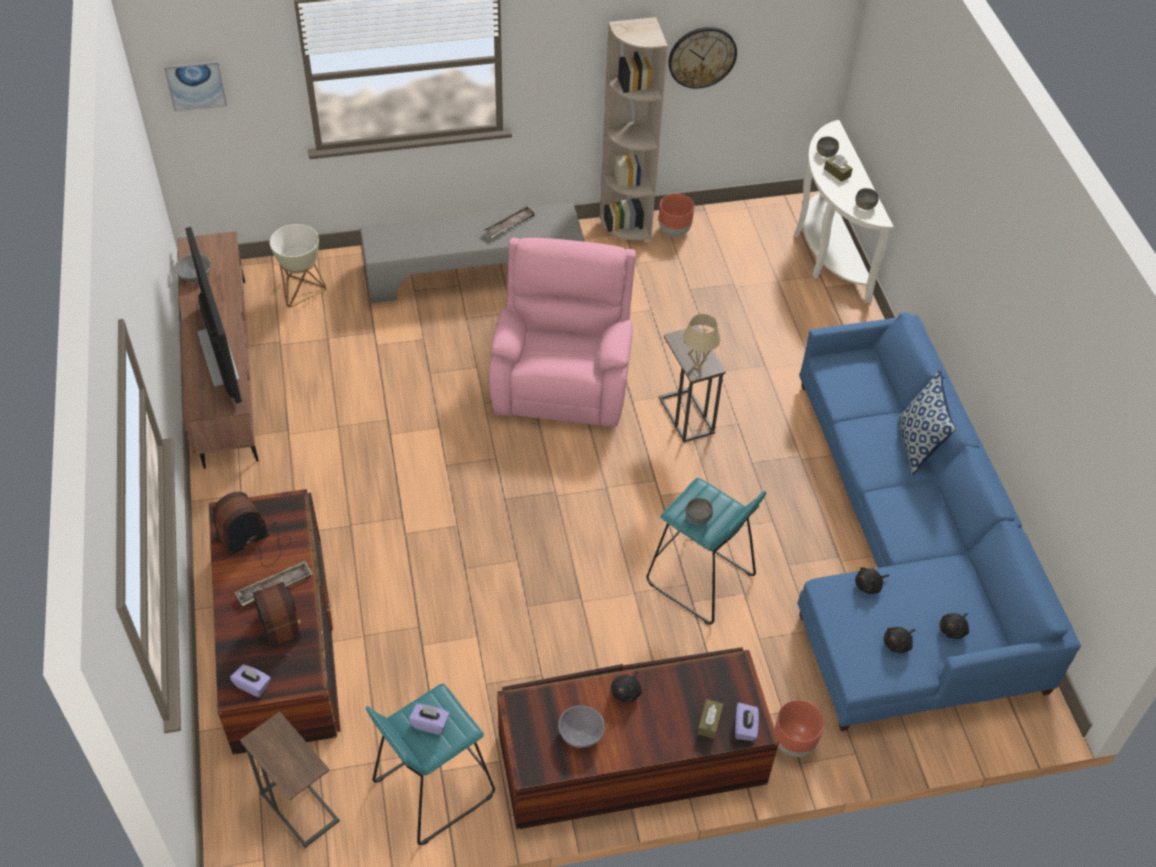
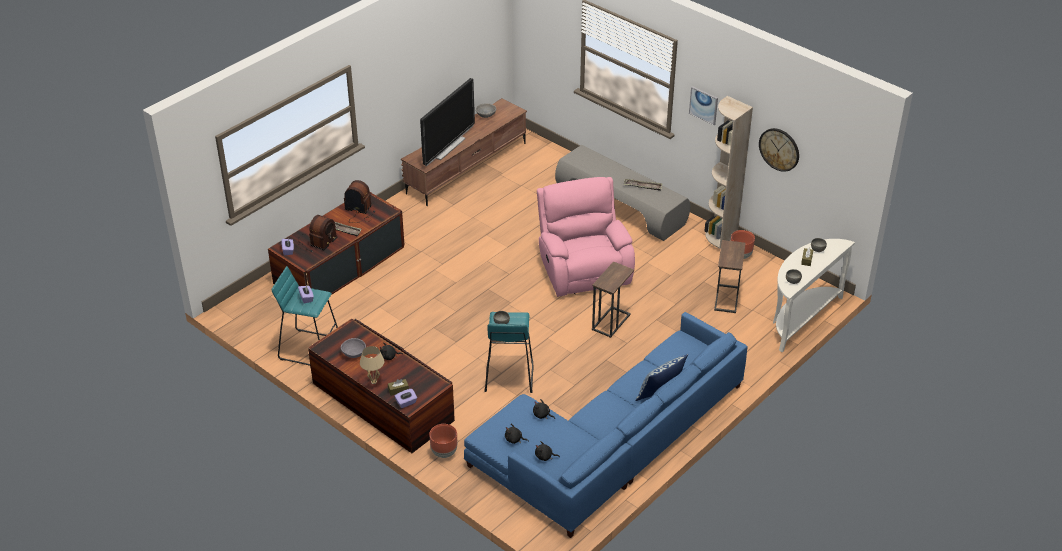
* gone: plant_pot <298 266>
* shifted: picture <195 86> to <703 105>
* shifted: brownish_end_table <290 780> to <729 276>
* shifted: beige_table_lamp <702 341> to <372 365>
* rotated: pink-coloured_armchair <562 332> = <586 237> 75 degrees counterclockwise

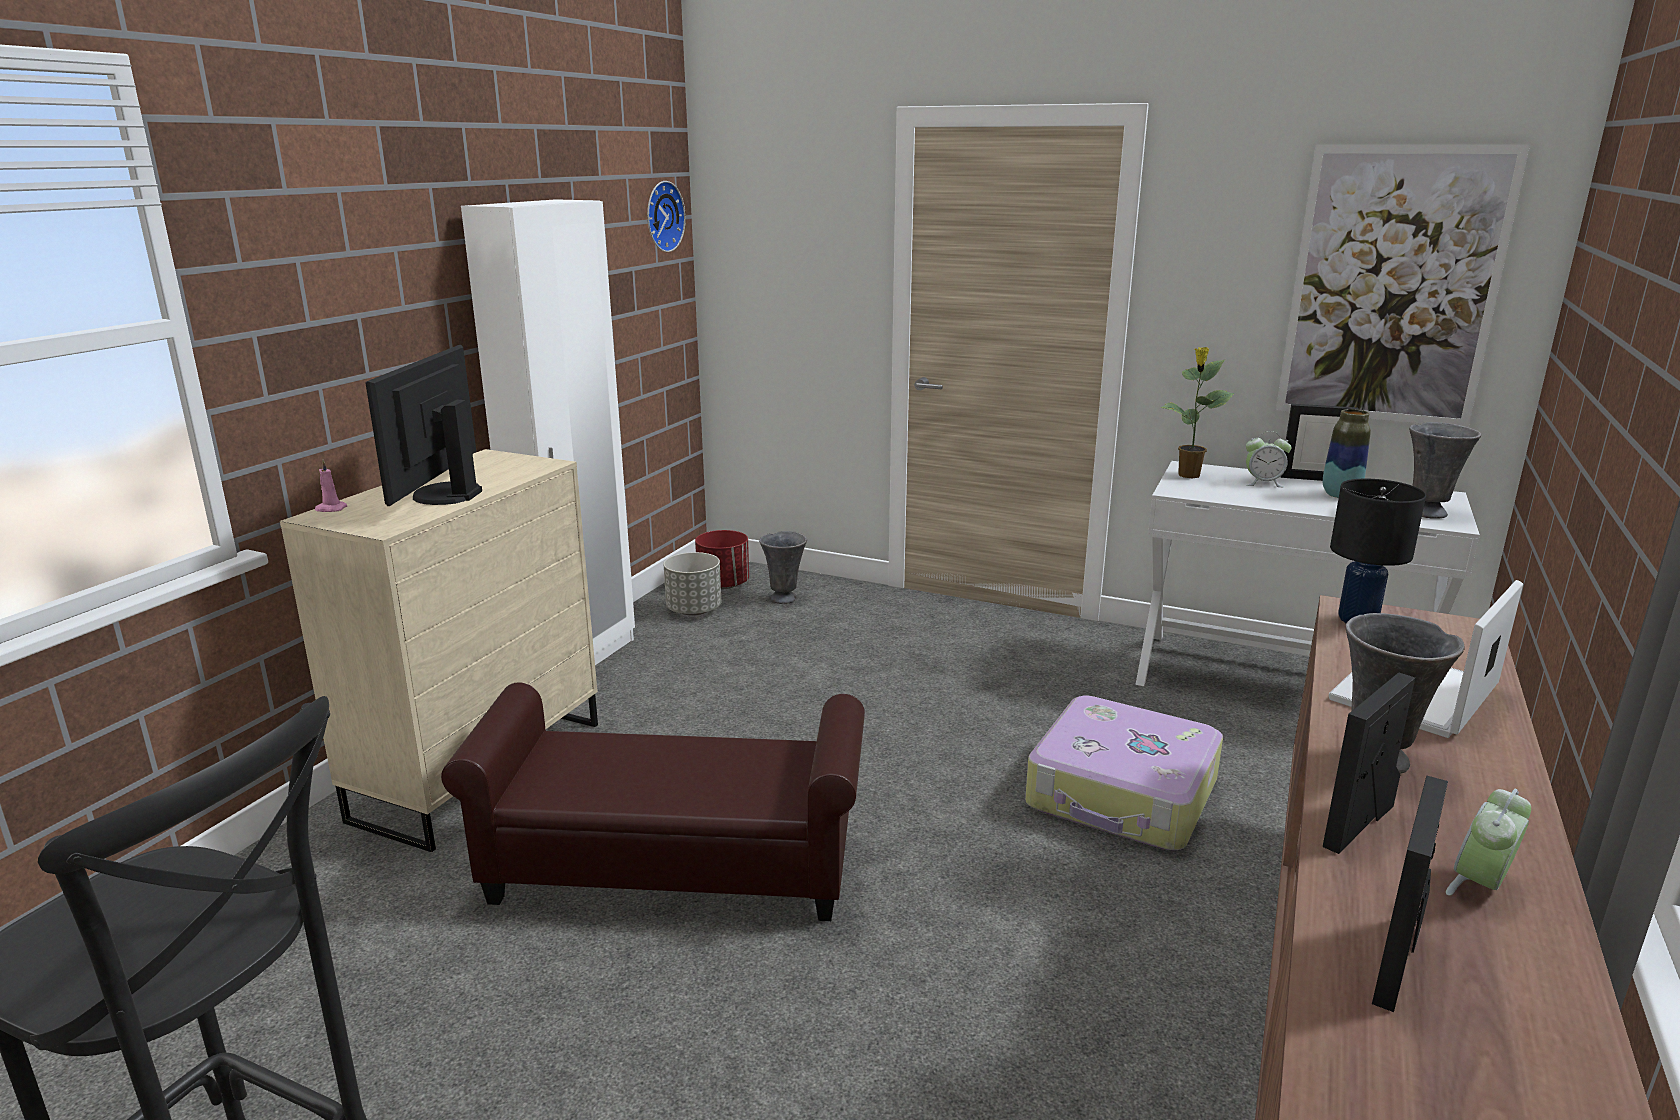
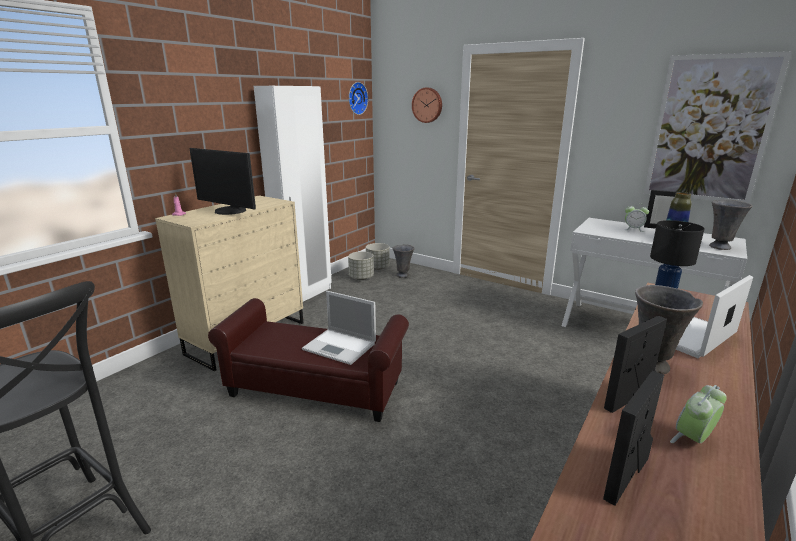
* gone: suitcase <1124 772>
* gone: houseplant <1197 412>
* new: laptop <339 328>
* new: wall_clock <427 105>
* repainted: reddish_plant_pot <722 559> to gray_plant_pot <378 256>
* rotated: computer_display <423 425> = <223 181> 75 degrees counterclockwise

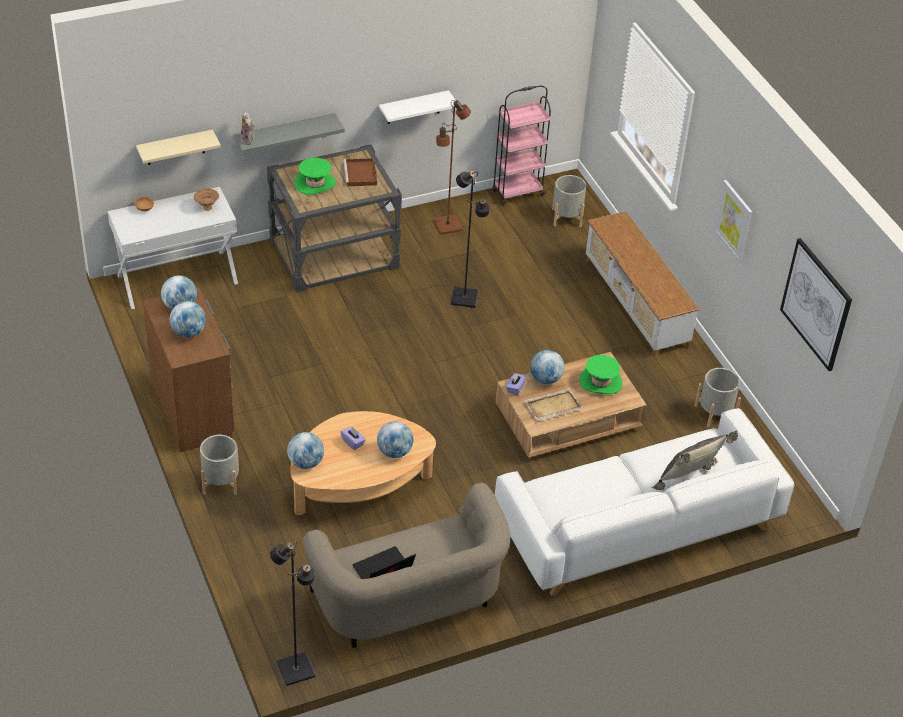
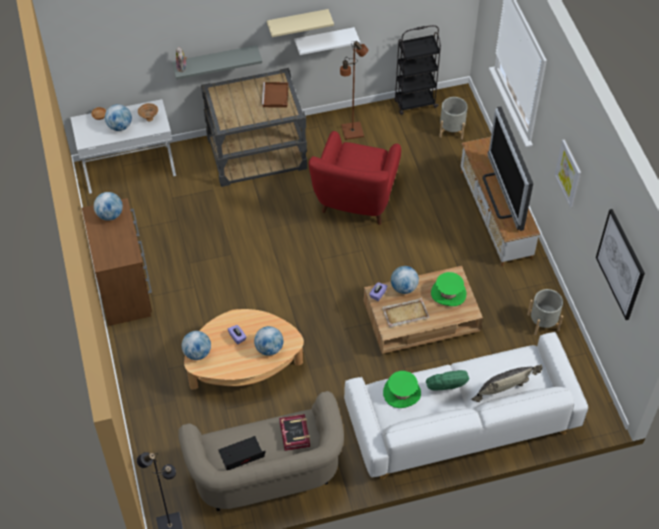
* gone: gray_plant_pot <219 465>
* new: volume <294 432>
* new: greenish_pillow <447 380>
* new: television <508 169>
* shifted: beige_shelf <178 147> to <300 23>
* shifted: globe <188 319> to <118 117>
* shifted: greenish_clothing_hat <315 176> to <402 389>
* swapped: black_floor_lamp <470 239> to reddish_armchair <355 178>
* repainted: pink-coloured_wheeled_cart <521 145> to black_wheeled_cart <417 70>

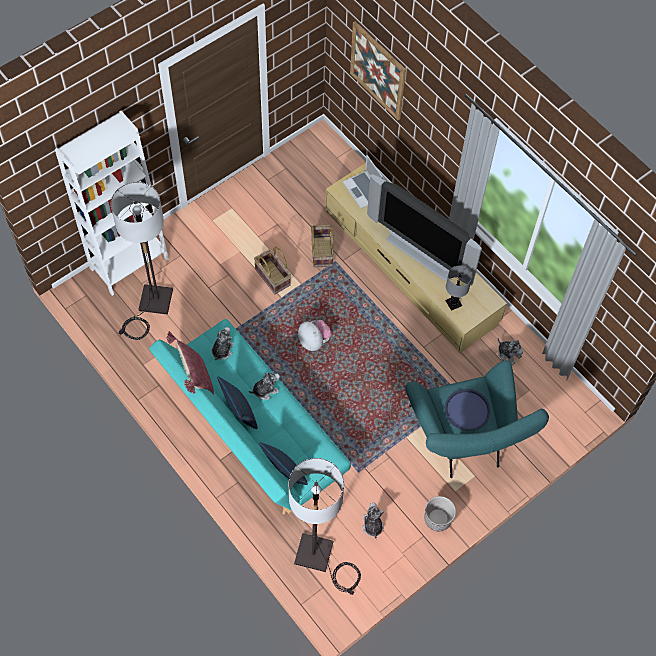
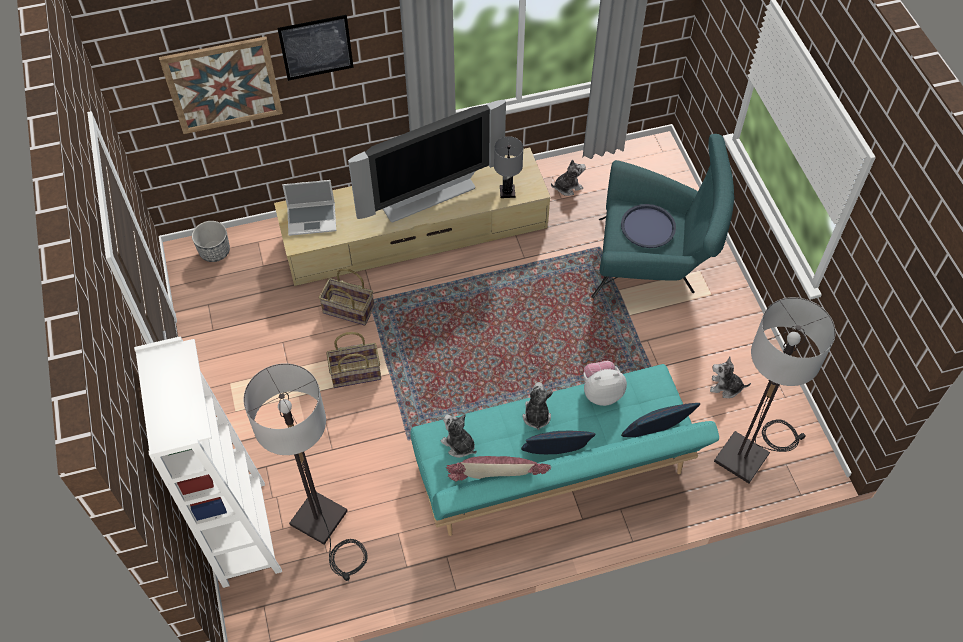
* new: picture <315 48>
* shifted: soft_toy <315 335> to <605 383>
* shifted: plant_pot <440 513> to <211 241>

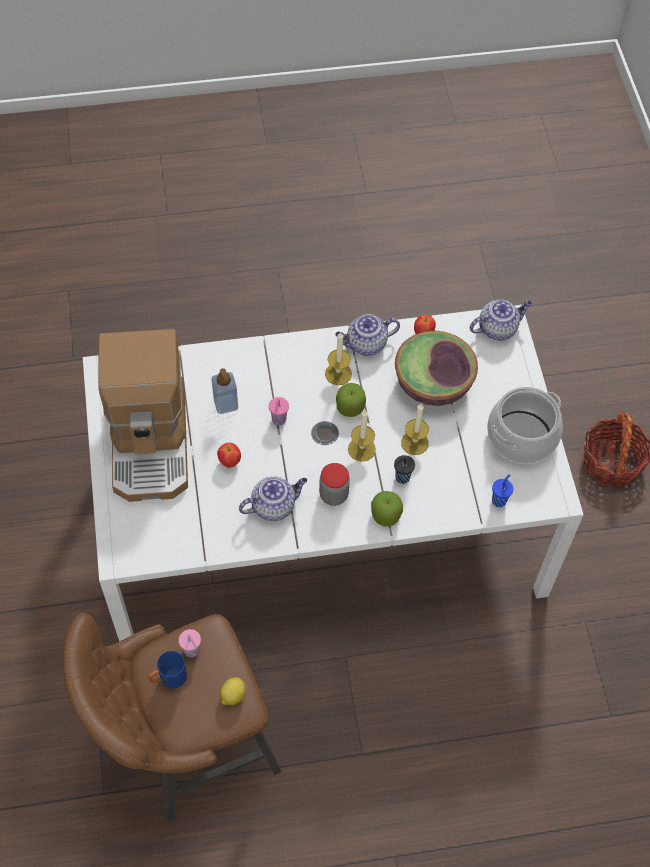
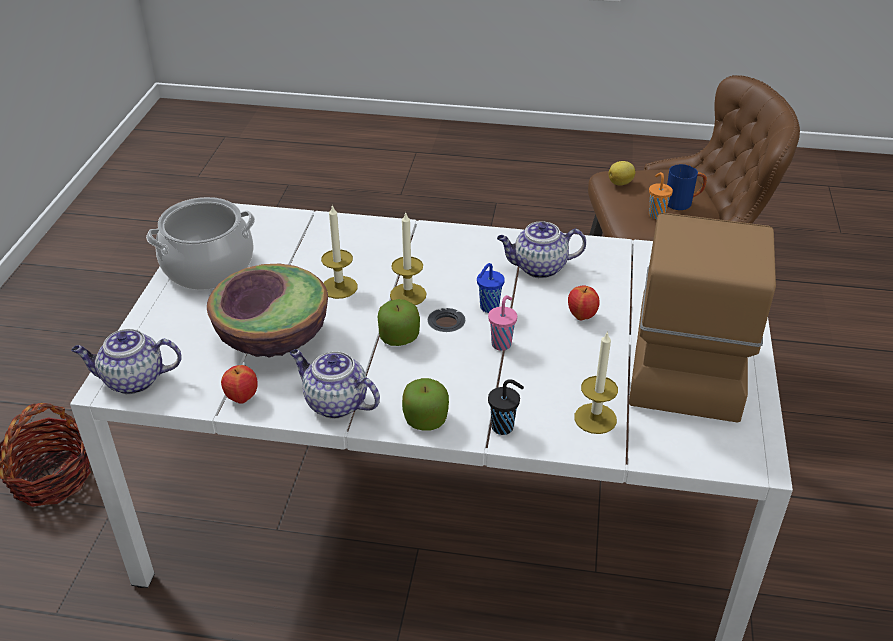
* gone: soap_dispenser <224 391>
* gone: preserve_jar <334 484>
* shifted: wax_light <338 358> to <596 382>
* shifted: apple_fruit <387 509> to <425 404>
* shifted: black_small_cup <404 469> to <506 407>
* shifted: blue_small_cup <502 491> to <491 288>
* repainted: pink-coloured_small_cup <190 643> to orange-coloured_small_cup <661 195>
* rotated: pot_for_tea <367 335> = <335 384> 150 degrees counterclockwise

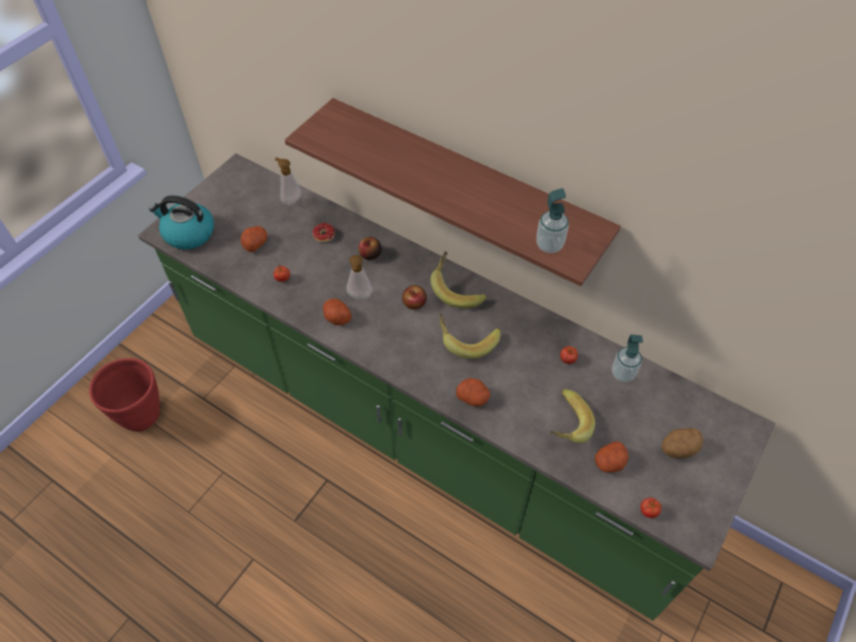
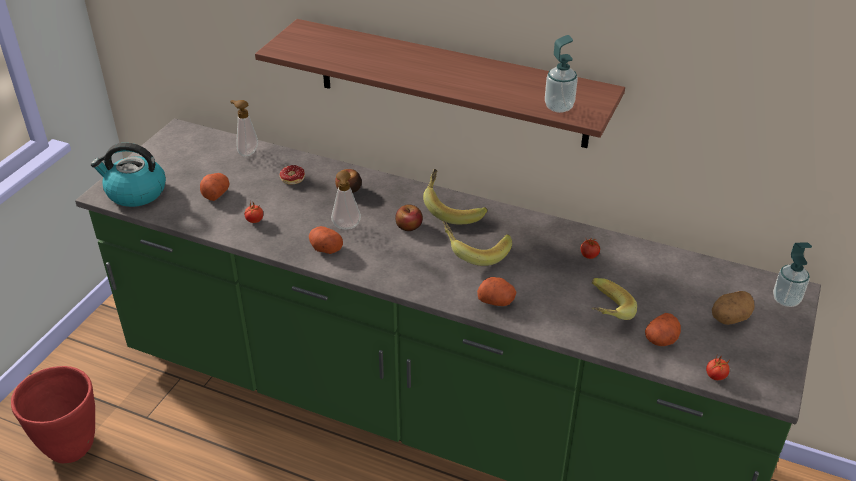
* shifted: soap_dispenser <627 358> to <792 274>

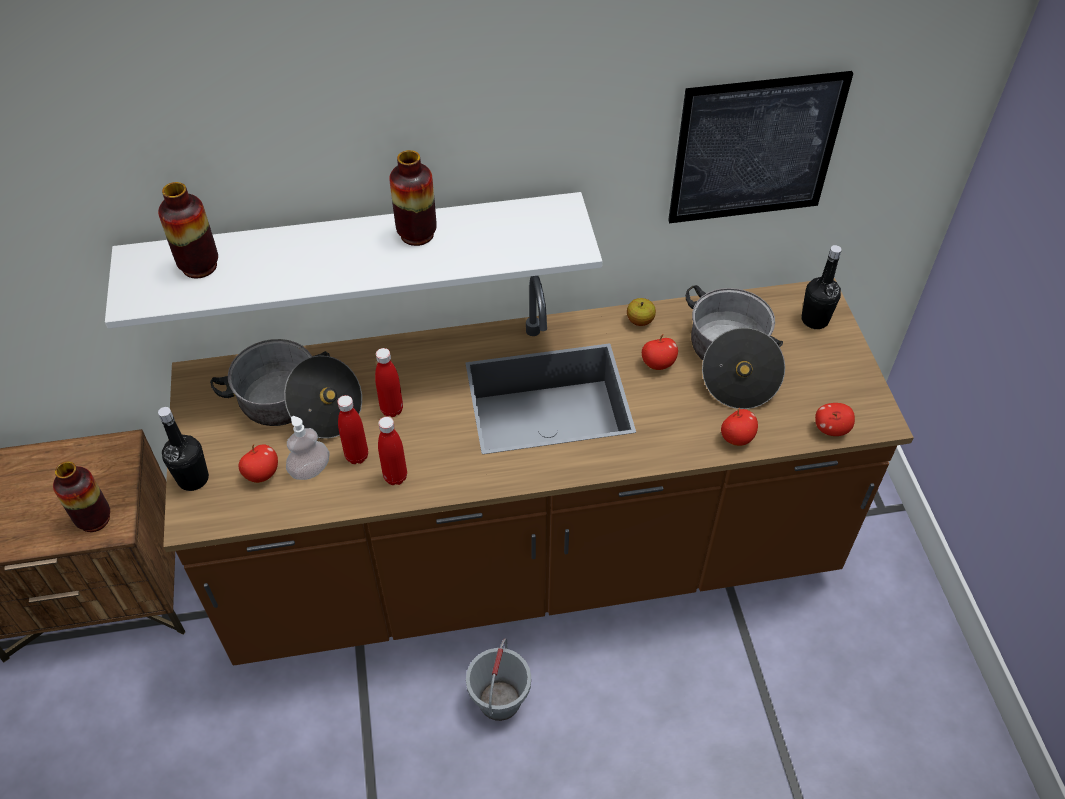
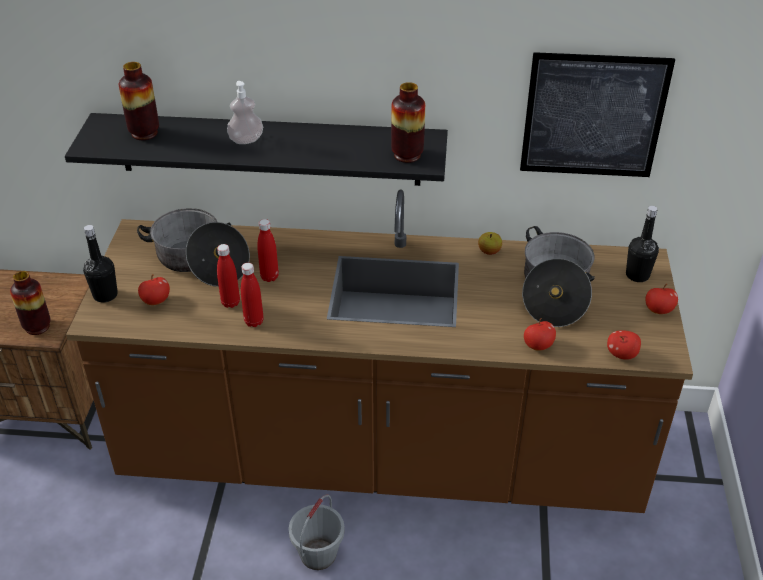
* shifted: soap_dispenser <308 448> to <245 112>
* shifted: flower_vase <413 198> to <408 122>
* shifted: apple_fruit <660 352> to <661 299>
* repainted: whitish_shelf <353 260> to black_shelf <256 149>

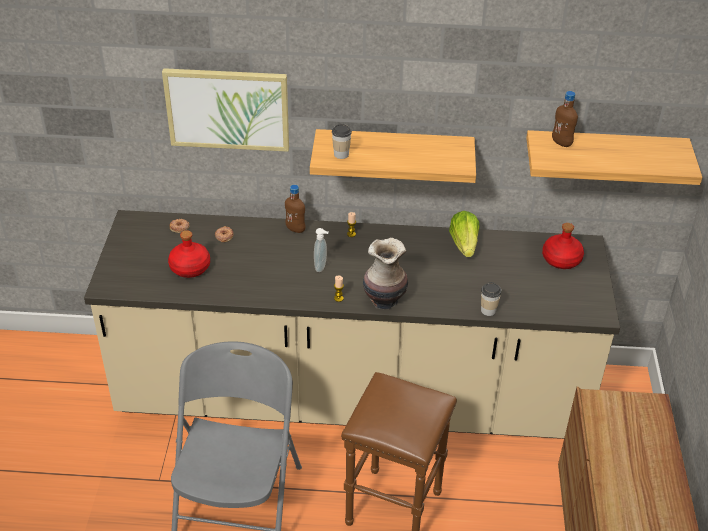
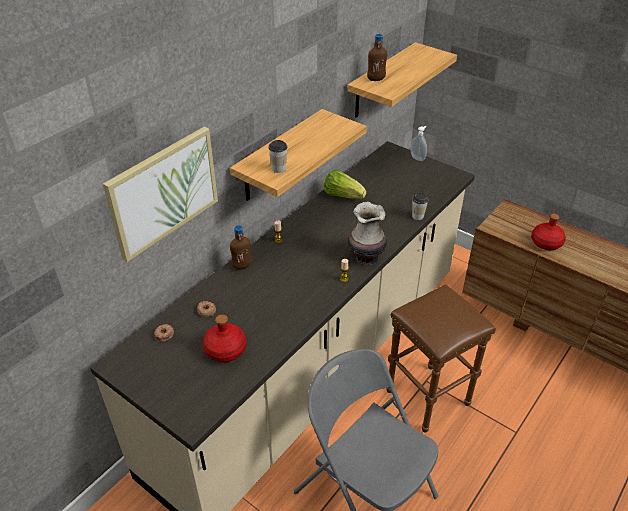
* shifted: soap_dispenser <321 250> to <419 143>
* shifted: reddish_beverage_bottle <563 246> to <548 231>

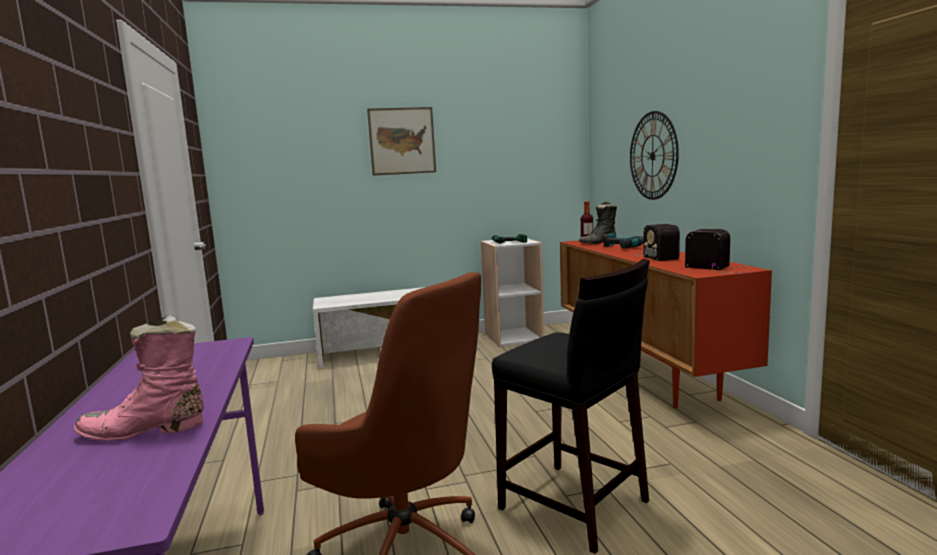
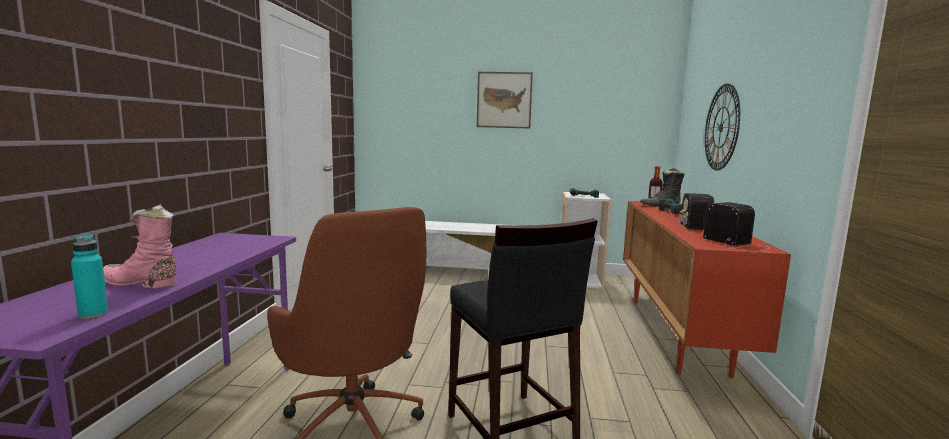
* new: turquoise_beverage_bottle <89 276>

